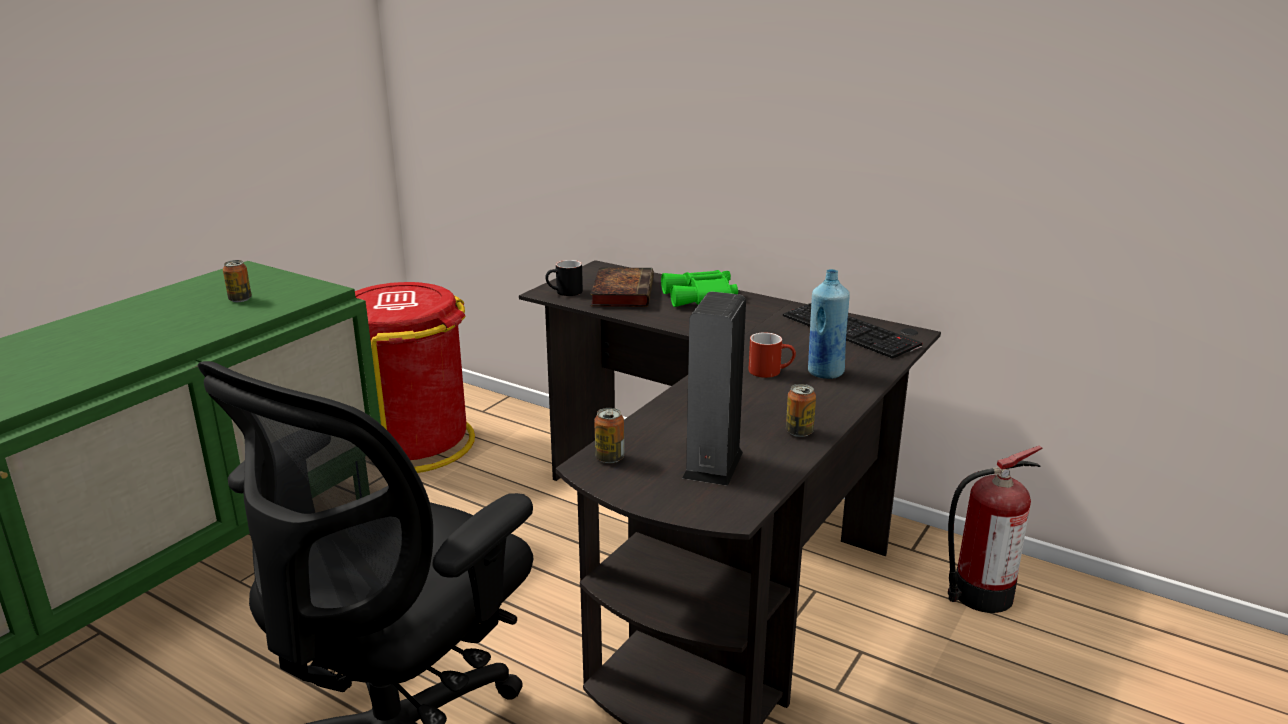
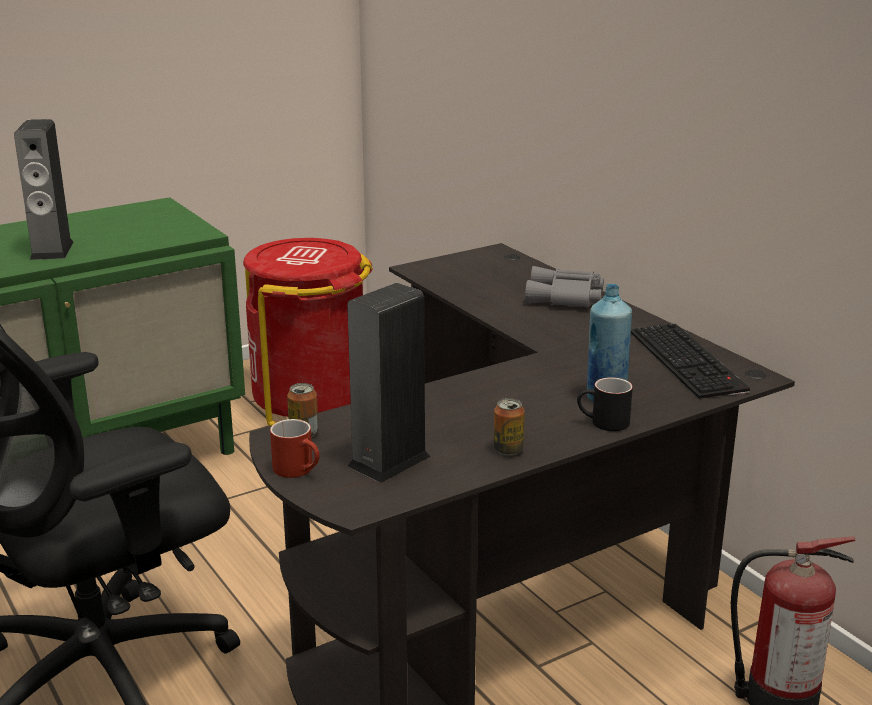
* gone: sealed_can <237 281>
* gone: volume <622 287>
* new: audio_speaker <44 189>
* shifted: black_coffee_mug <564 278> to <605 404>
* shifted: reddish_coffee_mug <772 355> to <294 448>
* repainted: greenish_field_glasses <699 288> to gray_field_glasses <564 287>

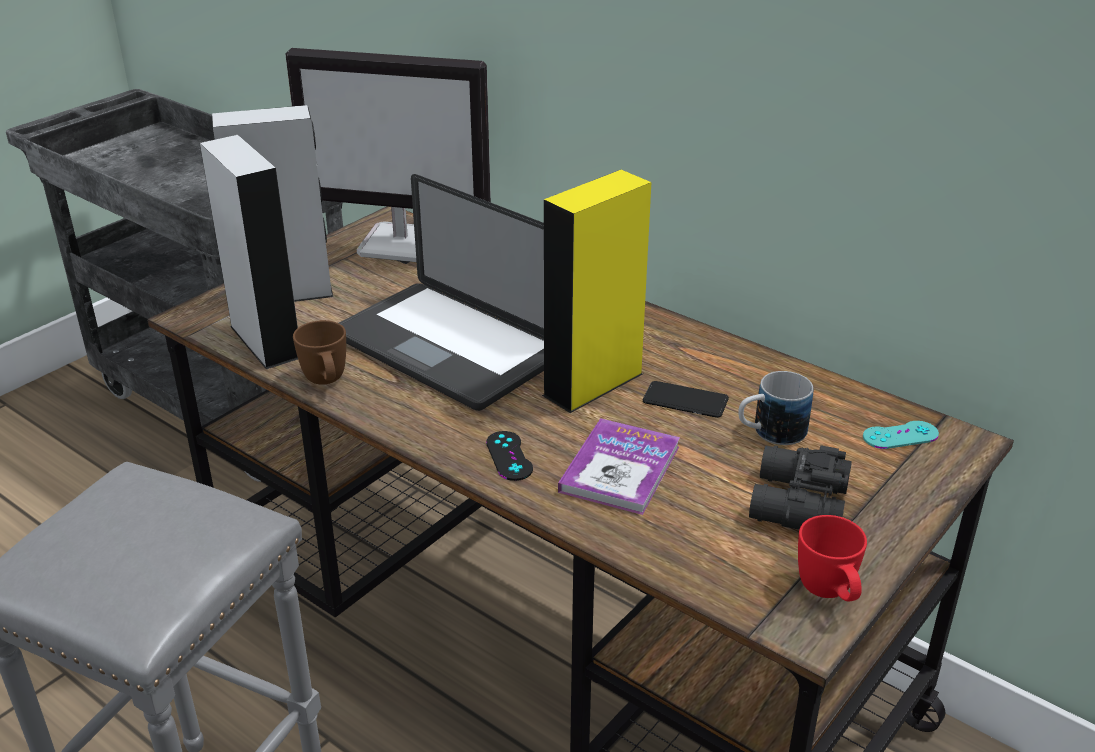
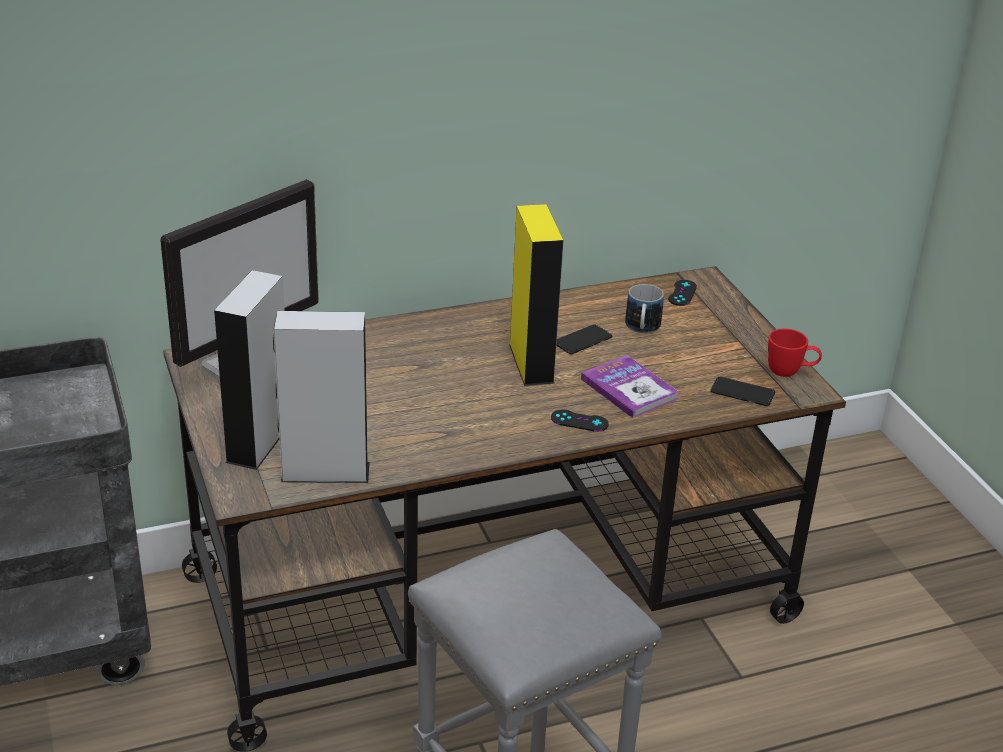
* gone: brownish_coffee_mug <319 352>
* gone: laptop <441 292>
* gone: black_field_glasses <800 487>
* new: telephone <743 391>
* repainted: turquoise_joypad <901 435> to black_joypad <682 293>

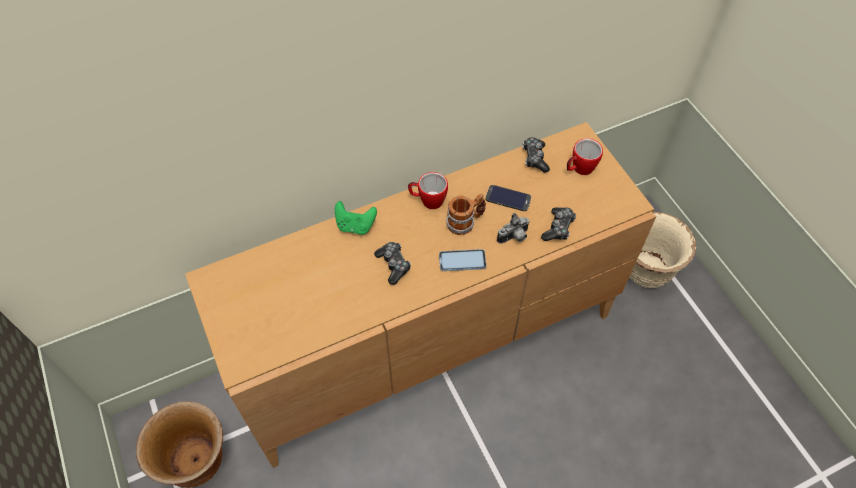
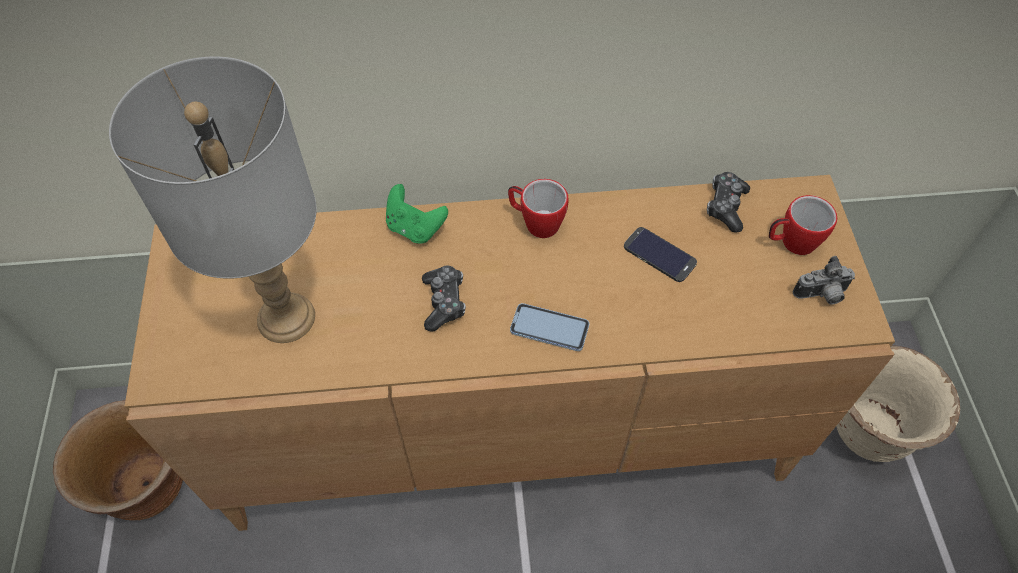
* gone: coffee_mug <466 214>
* gone: joypad <558 224>
* new: gray_table_lamp <213 200>
* shifted: photo_camera <513 228> to <824 280>

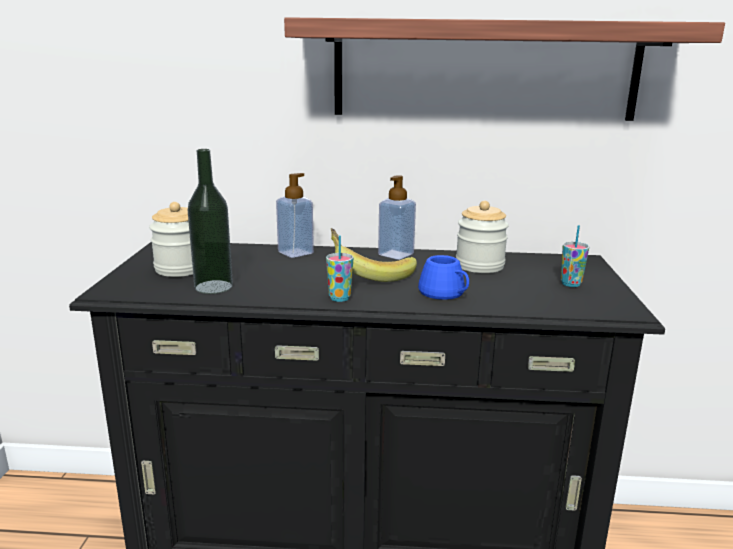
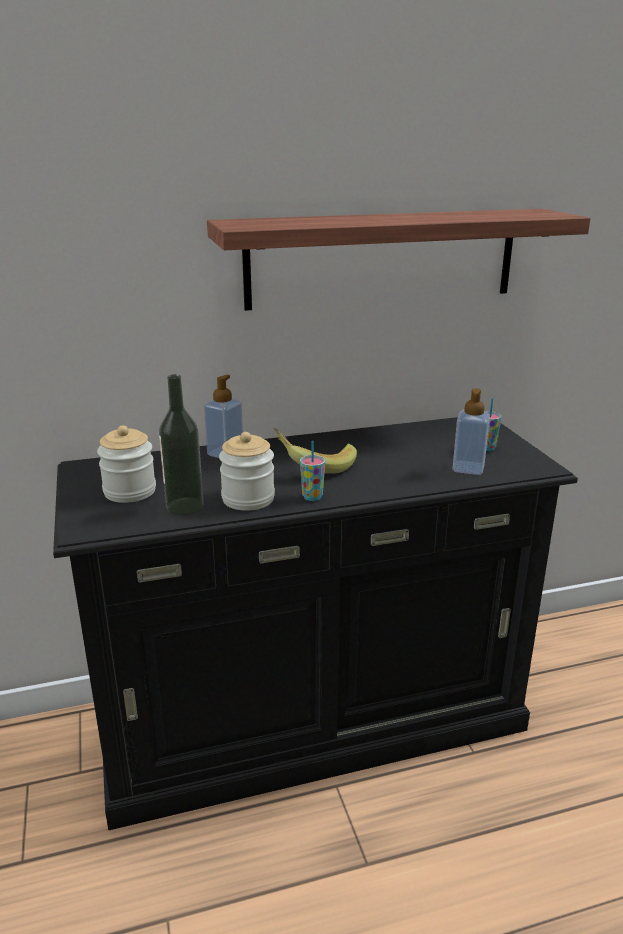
* gone: blue_coffee_mug <443 277>
* shifted: soap_dispenser <397 217> to <471 431>
* shifted: preserve_jar <482 237> to <247 471>

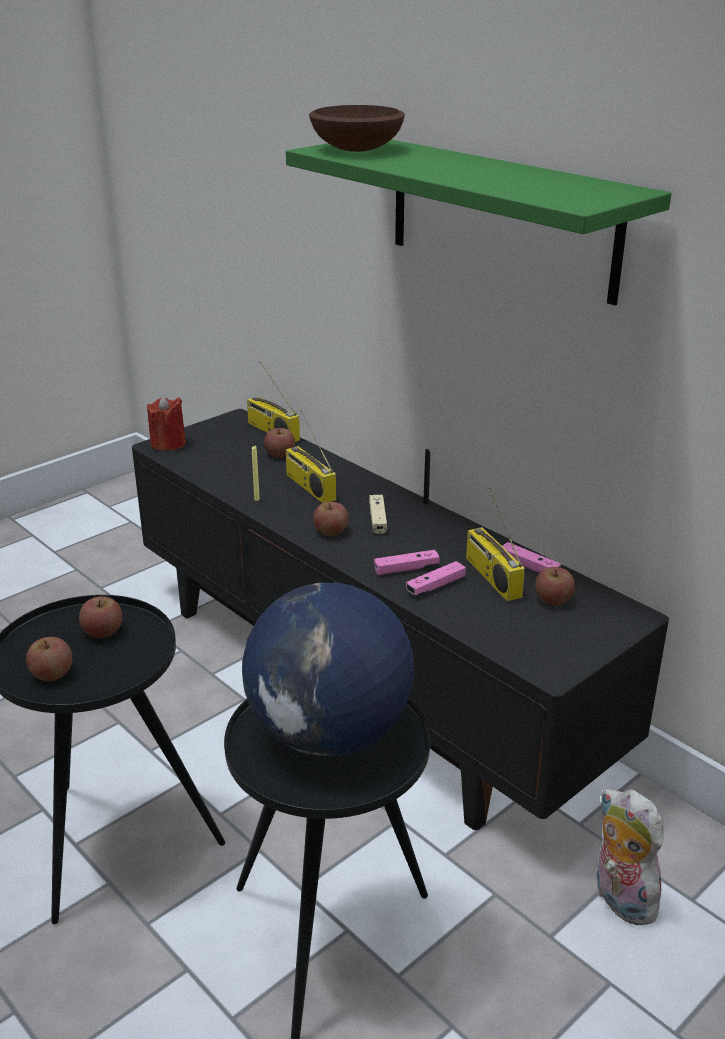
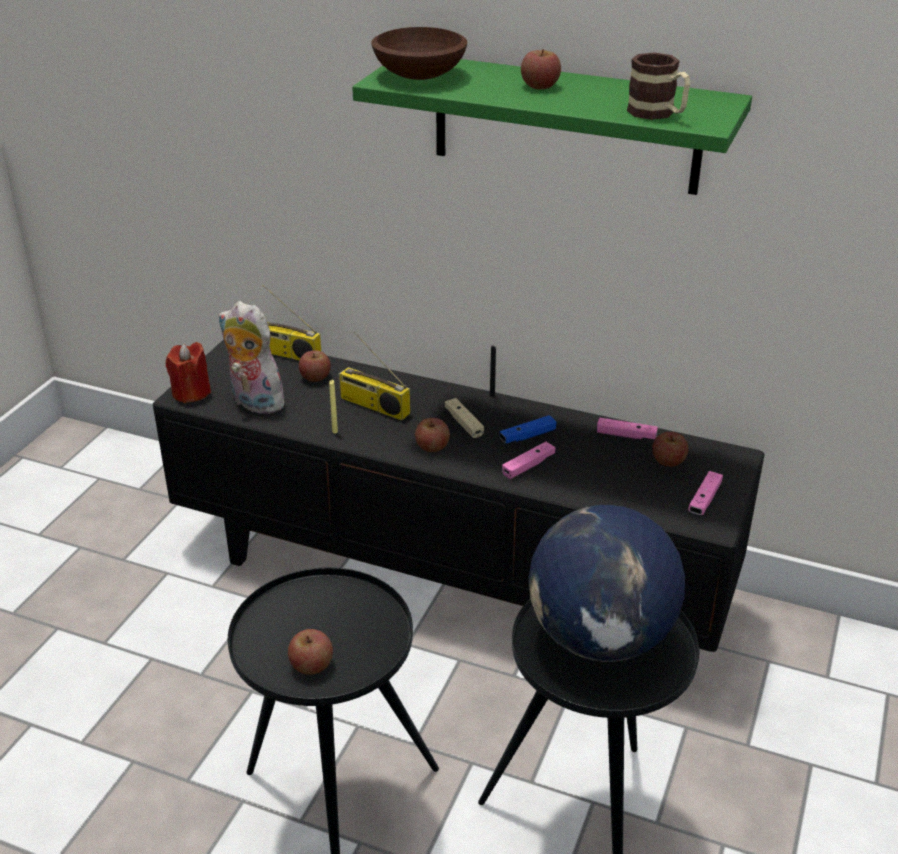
* gone: radio_receiver <495 544>
* new: blue_joypad <528 429>
* new: coffee_mug <658 86>
* shifted: apple_fruit <100 617> to <541 69>
* shifted: pink-coloured_joypad <436 578> to <705 493>
* shifted: soft_toy <630 856> to <252 357>

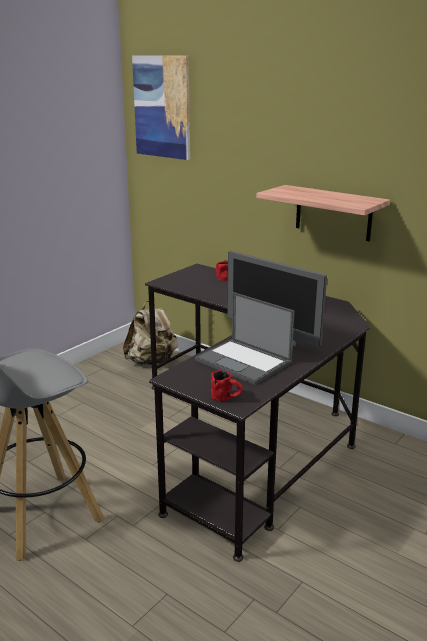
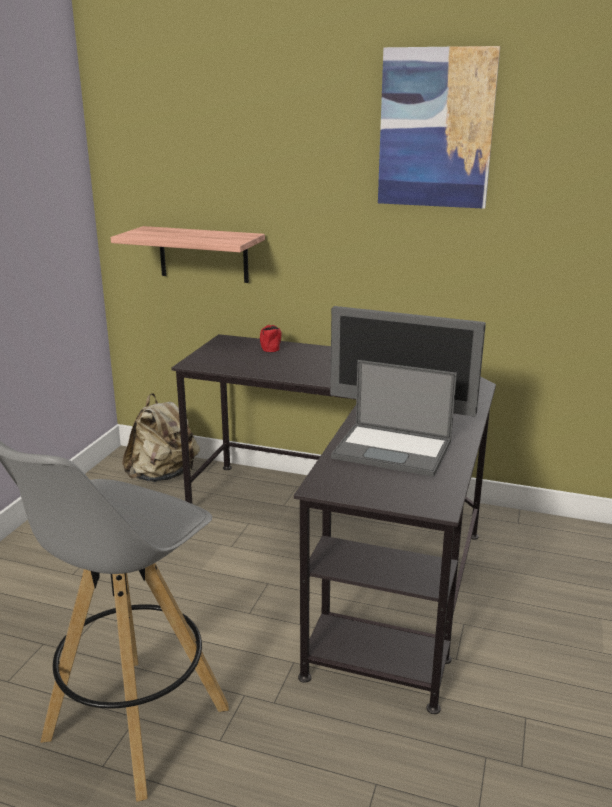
* gone: reddish_coffee_mug <227 385>
* shifted: picture <161 107> to <439 127>
* shifted: shelf <323 213> to <188 254>

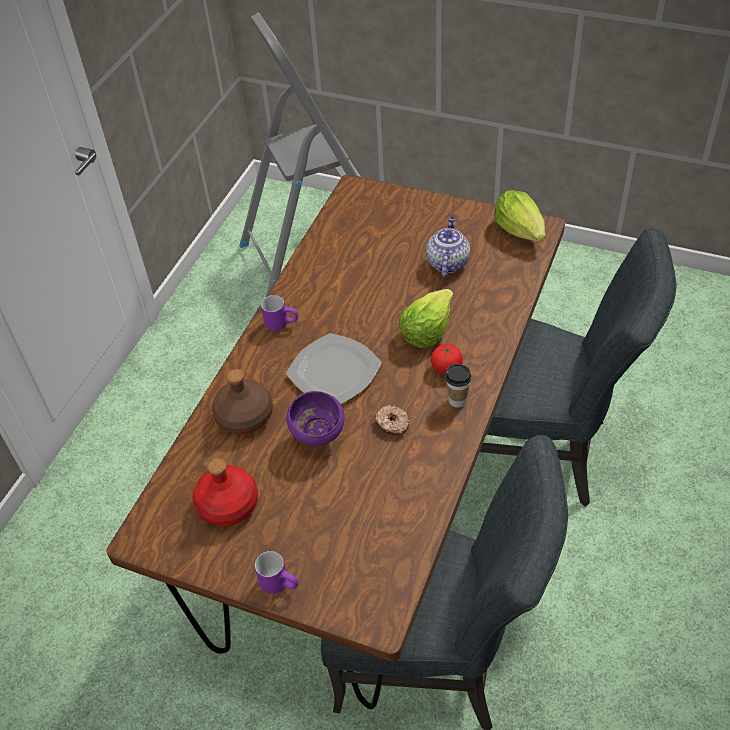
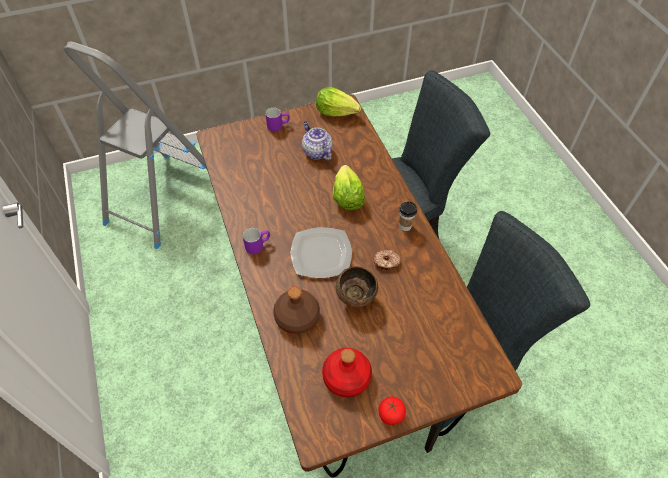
* shifted: purplish_coffee_mug <276 572> to <278 120>
* shifted: fresh_tomato <447 359> to <392 411>
* repainted: purplish_bowl <315 418> to brownish_bowl <357 286>

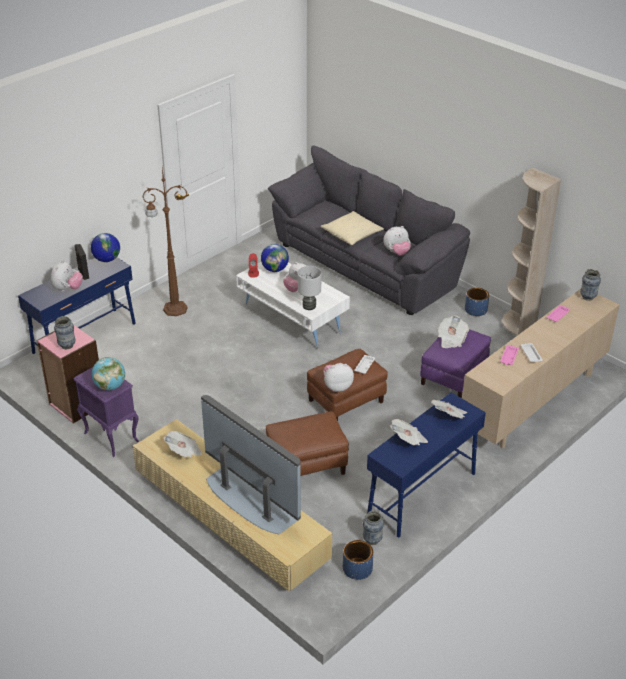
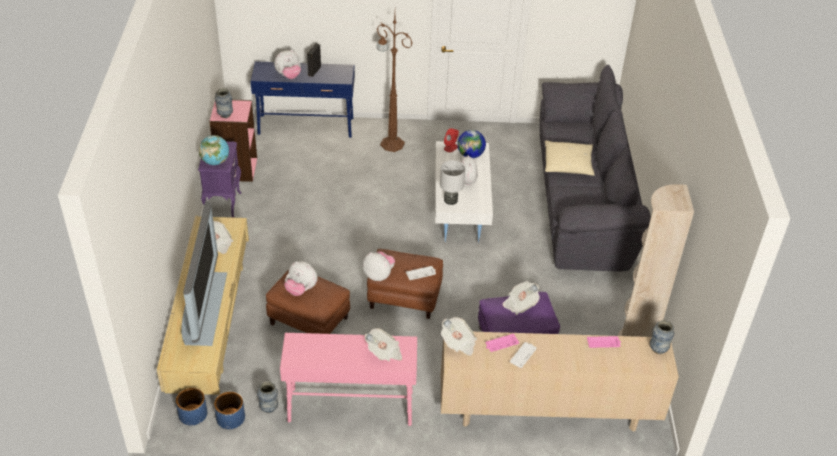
* gone: globe <105 247>
* shifted: soft_toy <397 240> to <301 278>
* shifted: daily_paper <409 432> to <459 336>
* shifted: blue_plant_pot <477 302> to <191 406>
* repainted: blue_hall_table <426 464> to pink-coloured_hall_table <348 379>

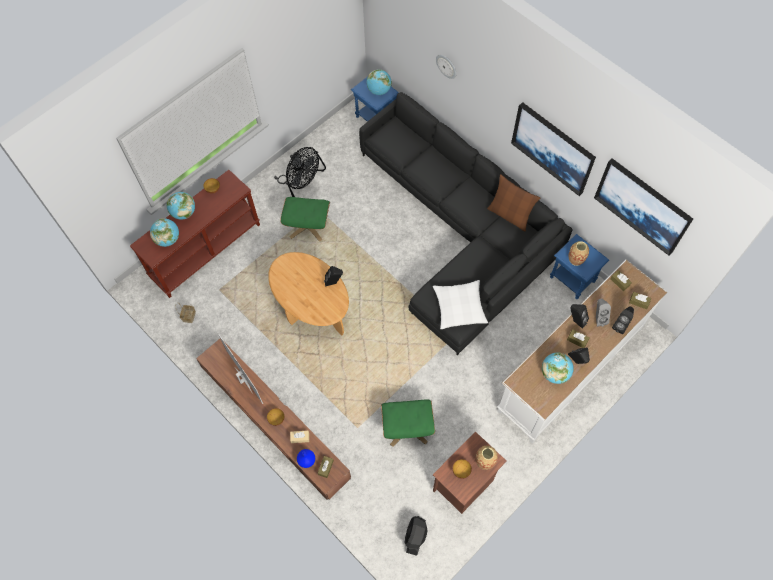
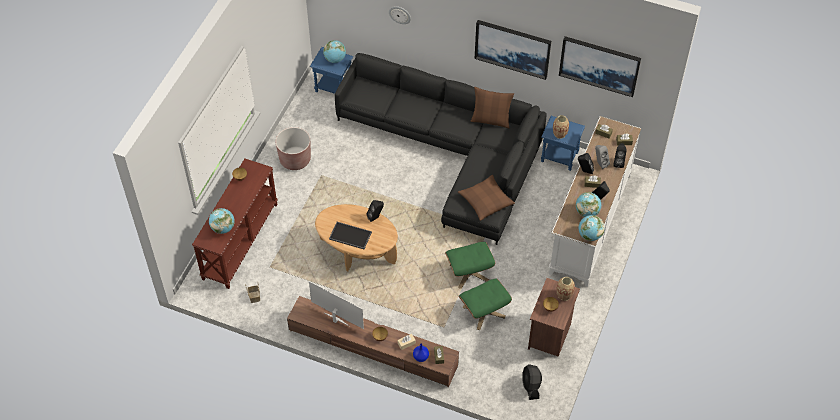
* new: serving_tray <350 235>
* shifted: globe <181 206> to <592 228>
* shifted: greenish_ottoman <305 219> to <470 265>
* swapped: black_cooling_fan <300 172> to brownish_plant_pot <293 148>
* repainted: whitish_pillow <460 304> to brownish_pillow <486 198>

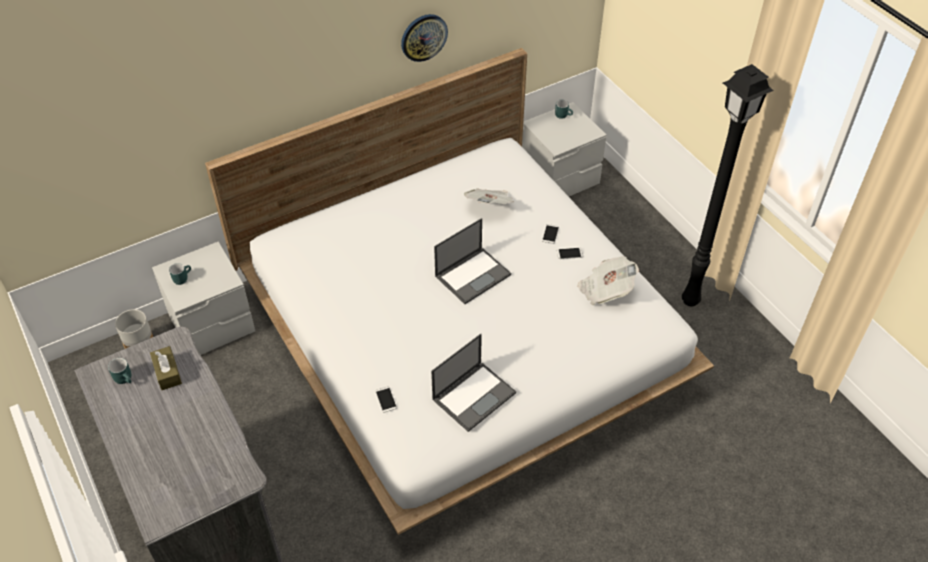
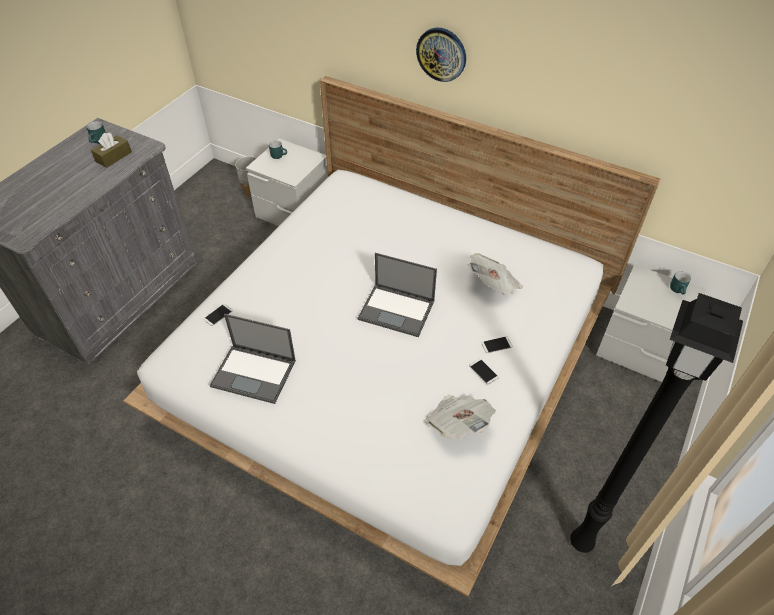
* shifted: wall_clock <424 38> to <441 55>

